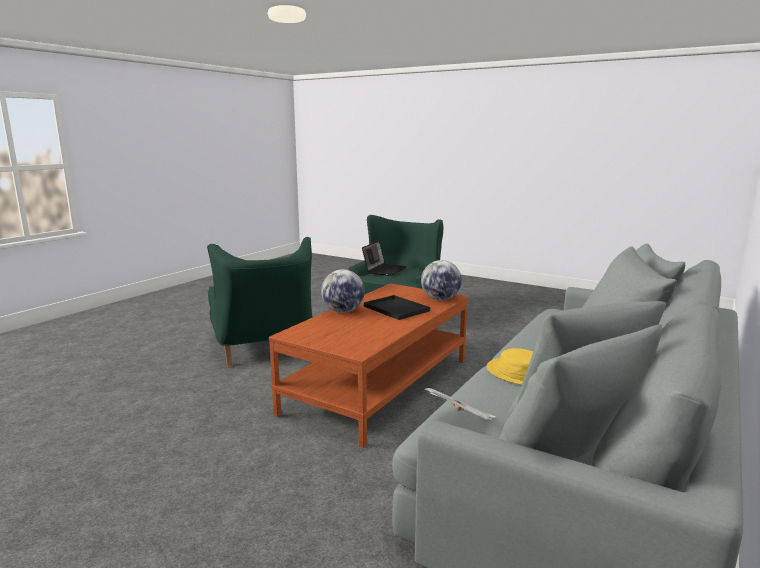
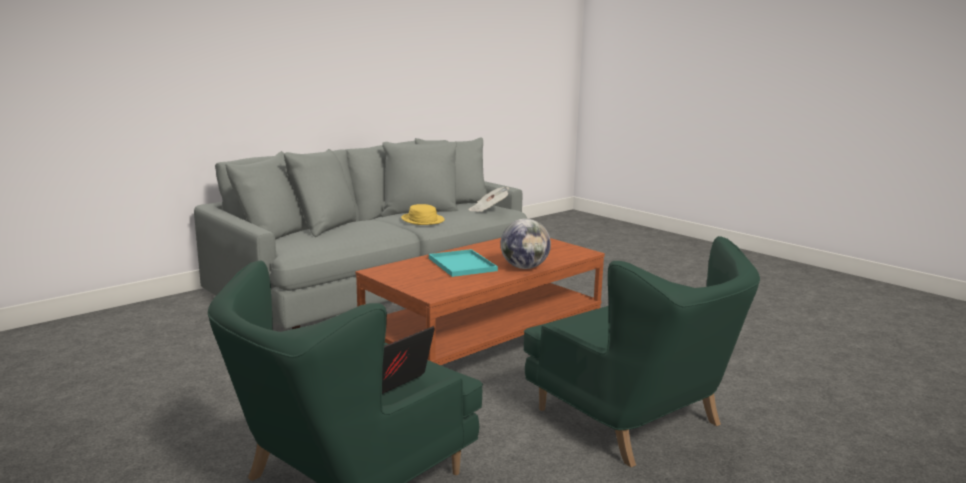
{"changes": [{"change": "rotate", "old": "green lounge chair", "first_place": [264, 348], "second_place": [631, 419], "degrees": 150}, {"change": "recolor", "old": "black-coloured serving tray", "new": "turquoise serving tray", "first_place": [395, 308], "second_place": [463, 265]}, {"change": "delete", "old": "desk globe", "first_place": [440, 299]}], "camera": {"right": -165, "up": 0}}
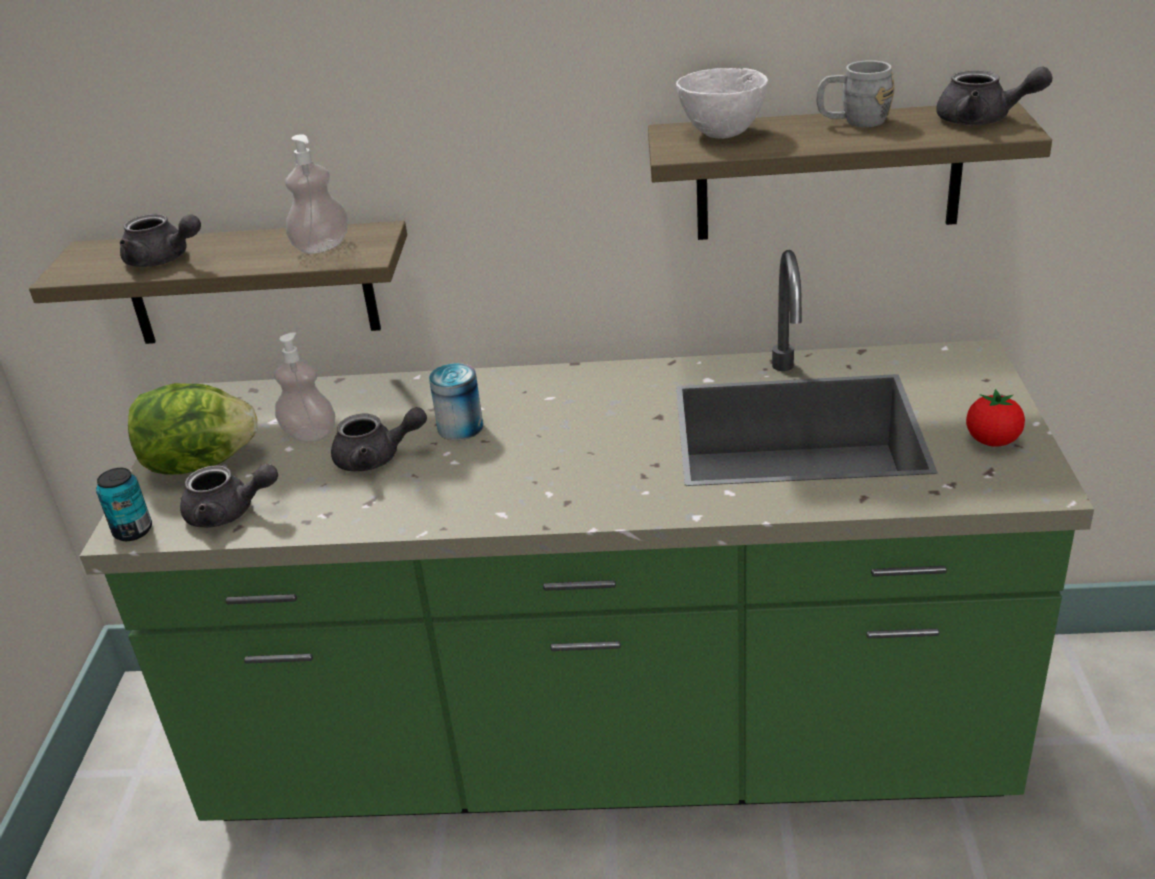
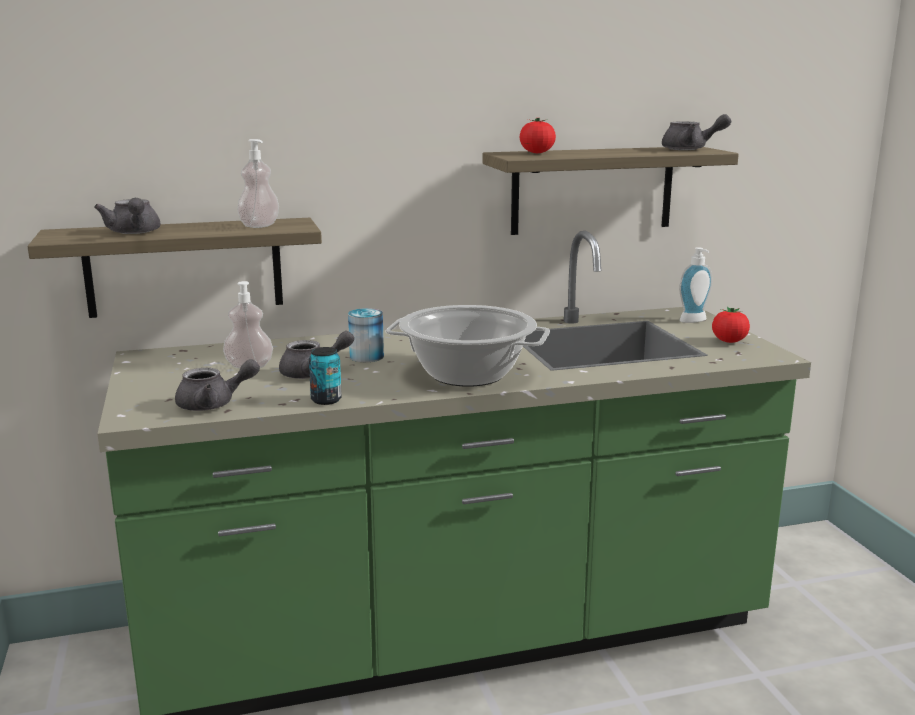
{"changes": [{"change": "move", "old": "sealed can", "first_place": [133, 531], "second_place": [326, 400]}, {"change": "rotate", "old": "gray pot for tea", "first_place": [163, 260], "second_place": [134, 233], "degrees": 60}, {"change": "delete", "old": "lettuce head", "first_place": [200, 464]}, {"change": "replace", "old": "white deep dish", "new": "whole tomato", "first_place": [721, 134], "second_place": [537, 153]}, {"change": "delete", "old": "gray mug", "first_place": [853, 122]}, {"change": "insert", "new": "saucepot", "second_place": [466, 374]}, {"change": "insert", "new": "soap bottle", "second_place": [695, 321]}], "camera": {"right": -20, "up": -15}}
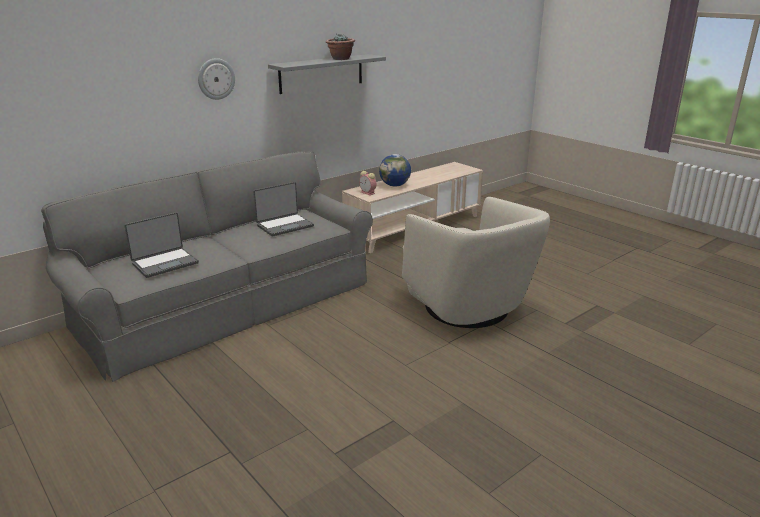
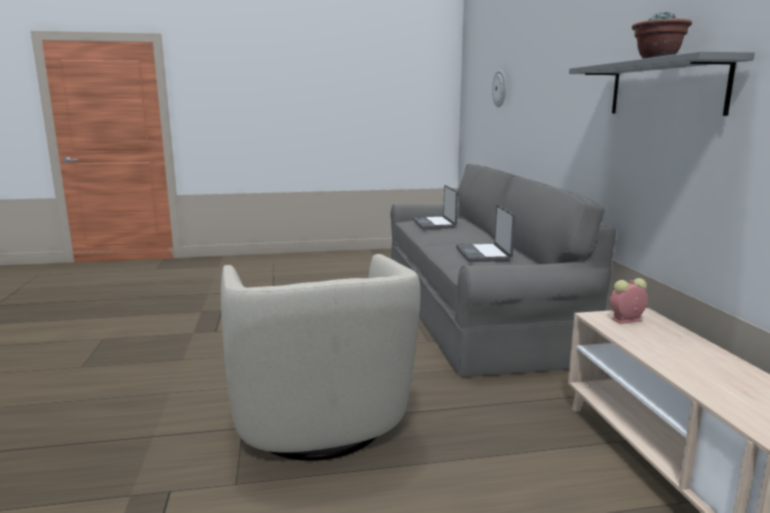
{"changes": [{"change": "move", "old": "wall clock", "first_place": [216, 79], "second_place": [500, 88]}, {"change": "delete", "old": "desk globe", "first_place": [395, 185]}, {"change": "rotate", "old": "sand-coloured lounge chair", "first_place": [467, 308], "second_place": [318, 424], "degrees": -105}], "camera": {"right": 120, "up": -10}}
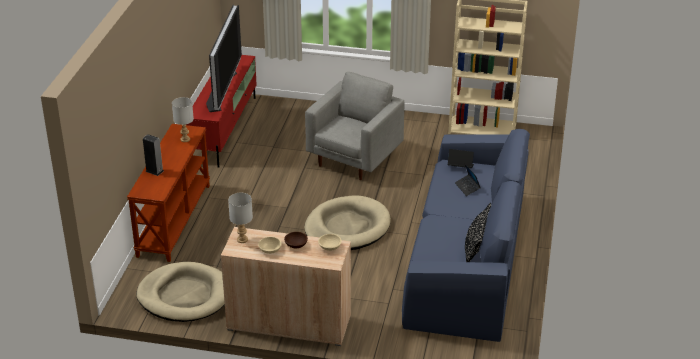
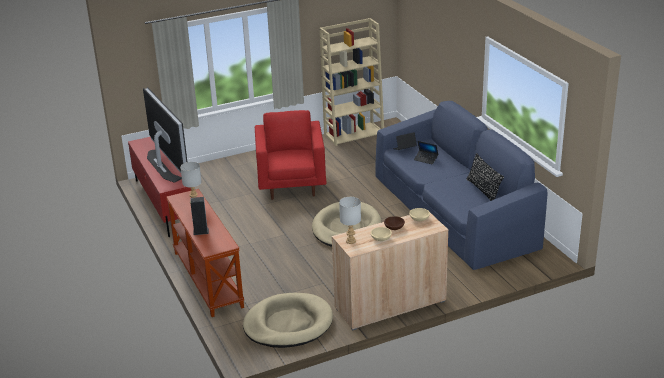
{"changes": [{"change": "recolor", "old": "gray lounge chair", "new": "reddish lounge chair", "first_place": [355, 158], "second_place": [291, 185]}], "camera": {"right": -35, "up": -5}}
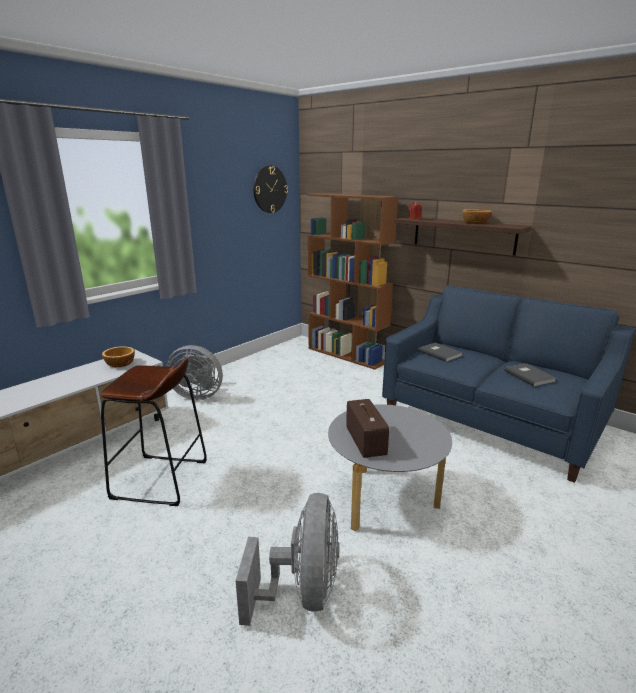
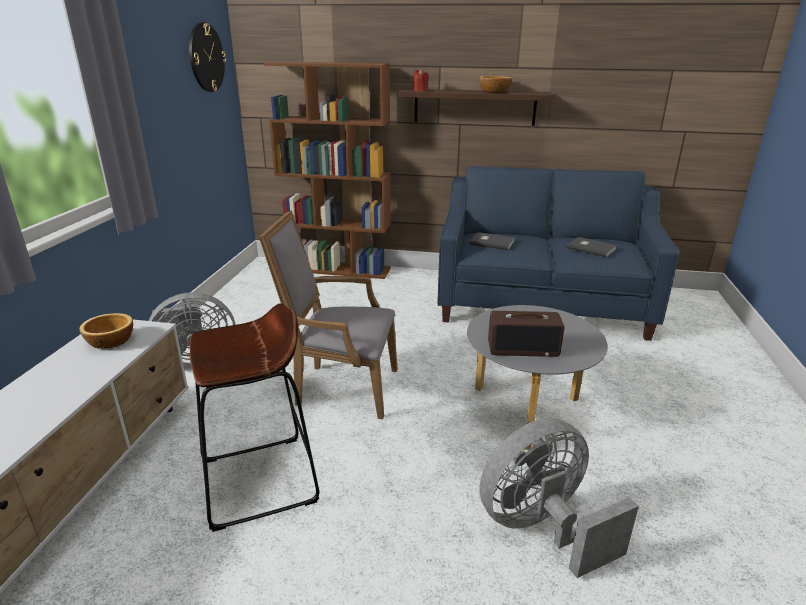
{"changes": [{"change": "rotate", "old": "gray cooling fan", "first_place": [302, 592], "second_place": [542, 528], "degrees": -90}, {"change": "rotate", "old": "radio set", "first_place": [364, 440], "second_place": [523, 348], "degrees": 135}, {"change": "insert", "new": "gray lounge chair", "second_place": [340, 387]}], "camera": {"right": -30, "up": 5}}
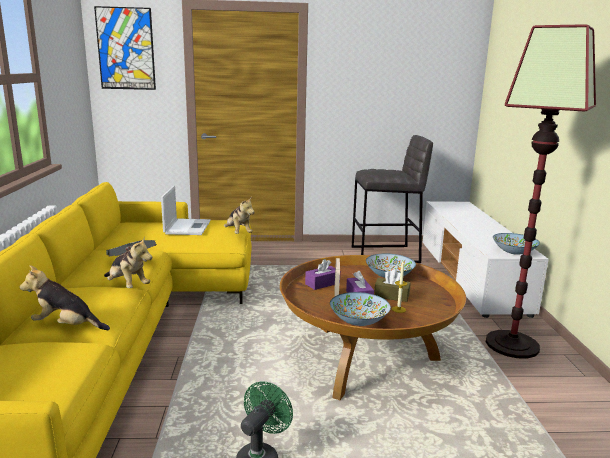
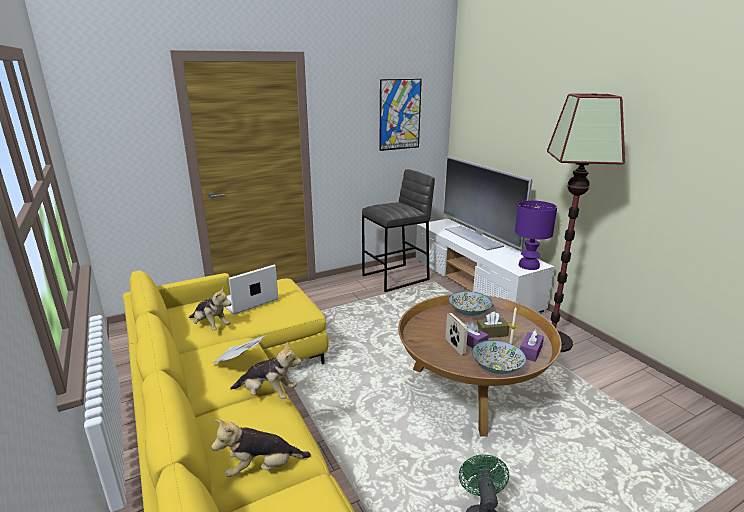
{"changes": [{"change": "move", "old": "picture", "first_place": [126, 49], "second_place": [400, 114]}, {"change": "rotate", "old": "notebook computer", "first_place": [187, 227], "second_place": [247, 301], "degrees": -105}, {"change": "move", "old": "plush toy", "first_place": [238, 233], "second_place": [211, 326]}, {"change": "move", "old": "purple-coloured tissue holder", "first_place": [322, 283], "second_place": [530, 352]}, {"change": "replace", "old": "deep dish", "new": "purple-coloured lamp for a table", "first_place": [514, 252], "second_place": [528, 265]}, {"change": "insert", "new": "TV set", "second_place": [474, 237]}], "camera": {"right": -25, "up": 5}}
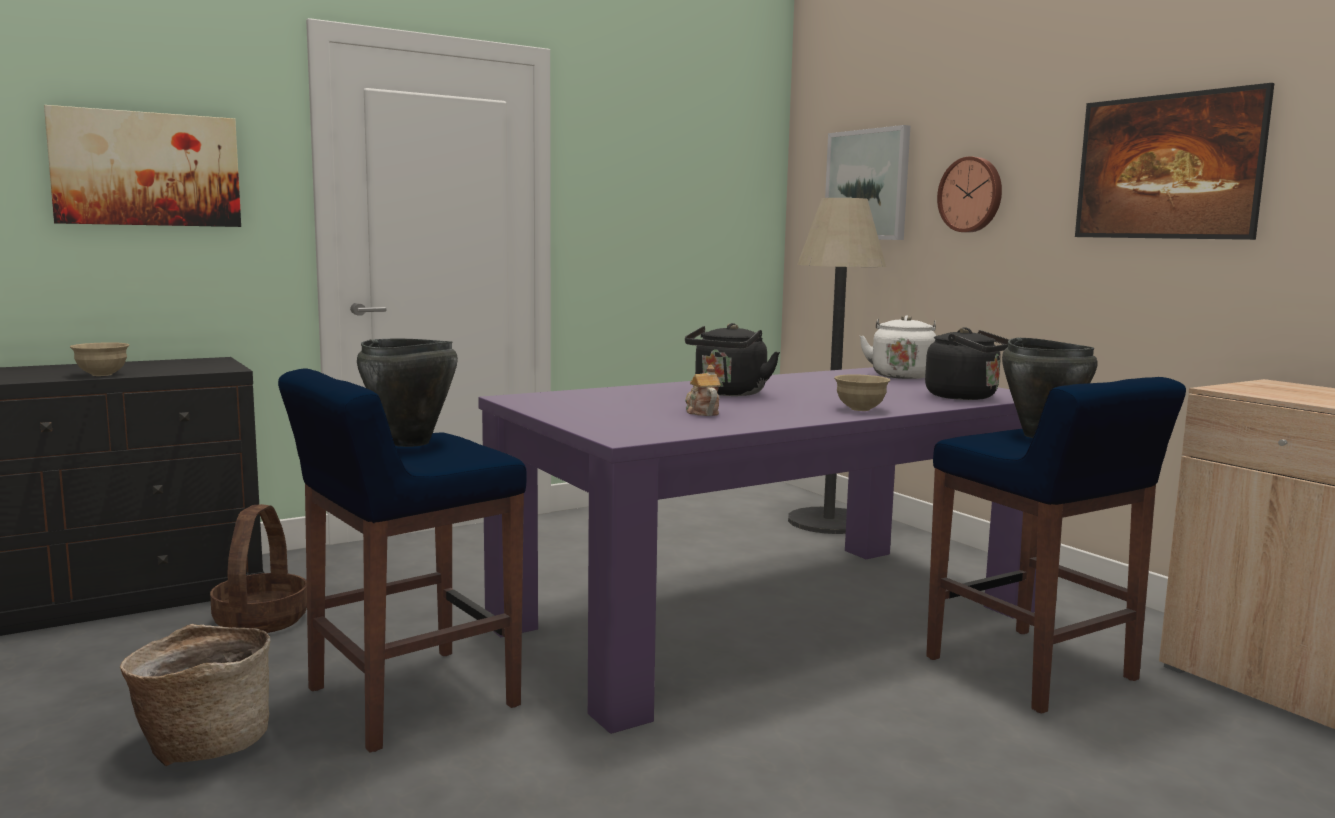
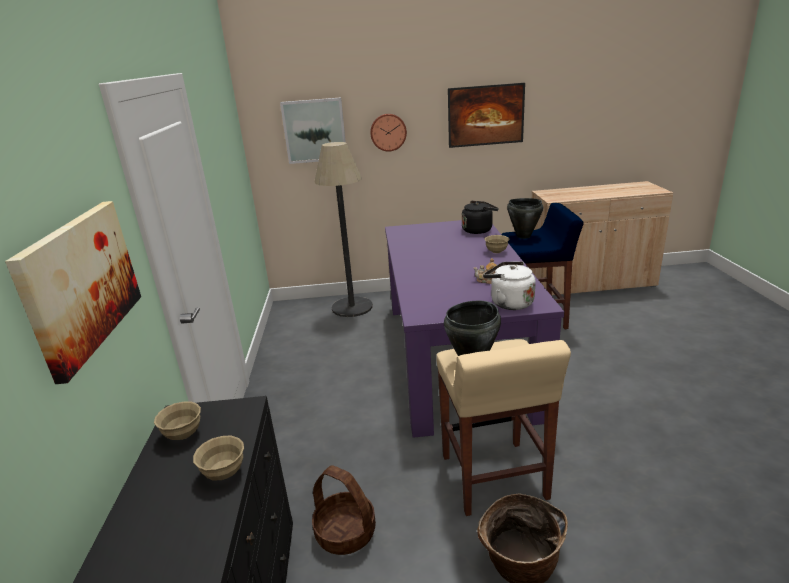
{"changes": [{"change": "recolor", "old": "bluish sitting stool", "new": "sand-coloured sitting stool", "first_place": [408, 698], "second_place": [494, 478]}, {"change": "delete", "old": "black-coloured water kettle", "first_place": [728, 393]}, {"change": "move", "old": "white water kettle", "first_place": [901, 375], "second_place": [509, 303]}, {"change": "insert", "new": "sand-coloured deep dish", "second_place": [183, 434]}], "camera": {"right": -60, "up": 15}}
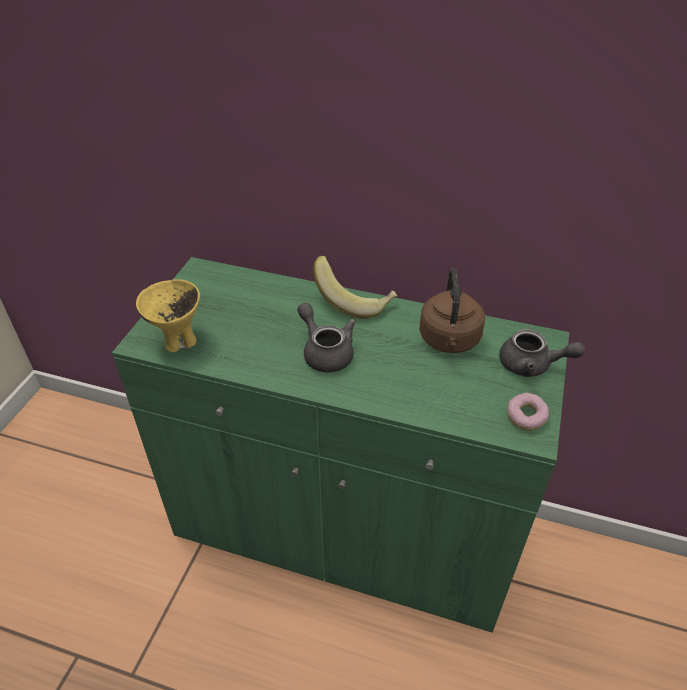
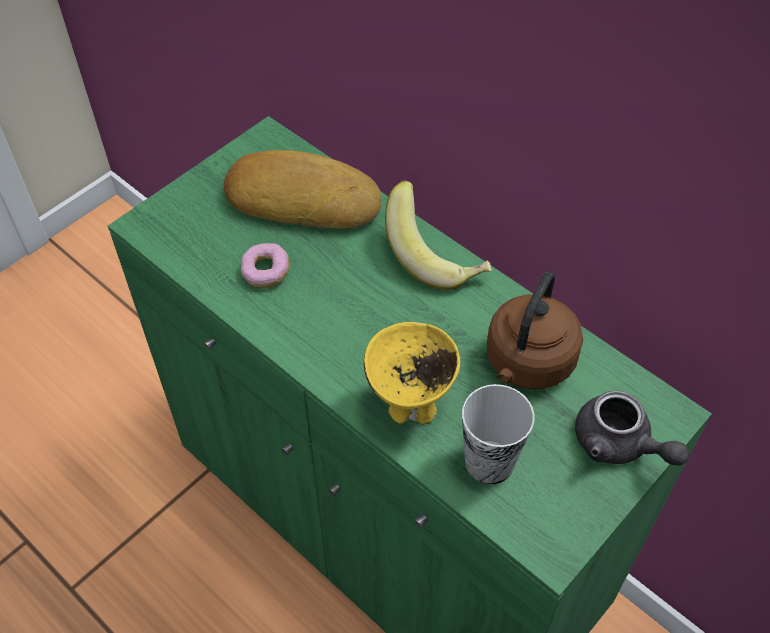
{"changes": [{"change": "move", "old": "yellow deep dish", "first_place": [179, 342], "second_place": [411, 408]}, {"change": "delete", "old": "gray pot for tea", "first_place": [325, 352]}, {"change": "move", "old": "donut", "first_place": [525, 417], "second_place": [266, 272]}, {"change": "insert", "new": "baked bread", "second_place": [303, 198]}, {"change": "insert", "new": "small cup", "second_place": [489, 462]}], "camera": {"right": 25, "up": 10}}
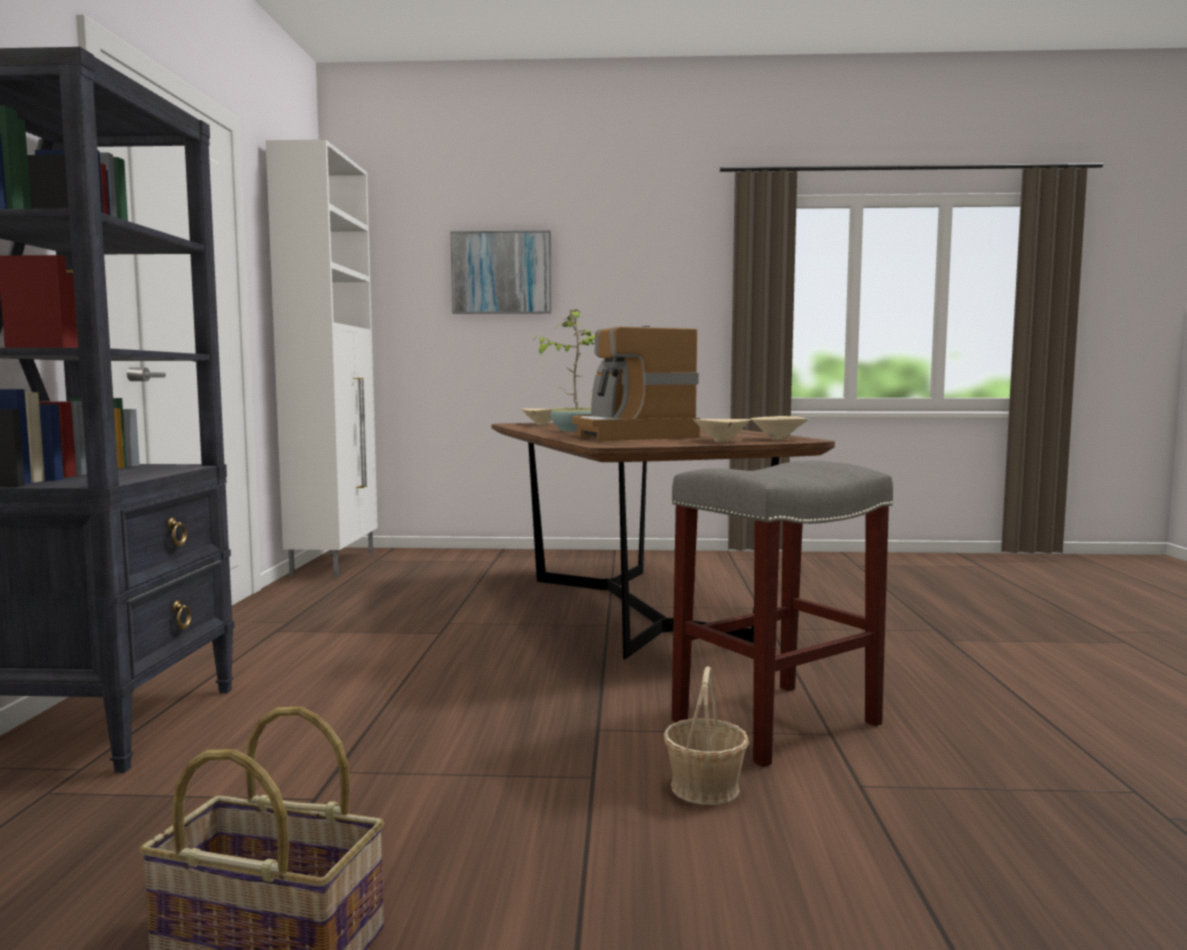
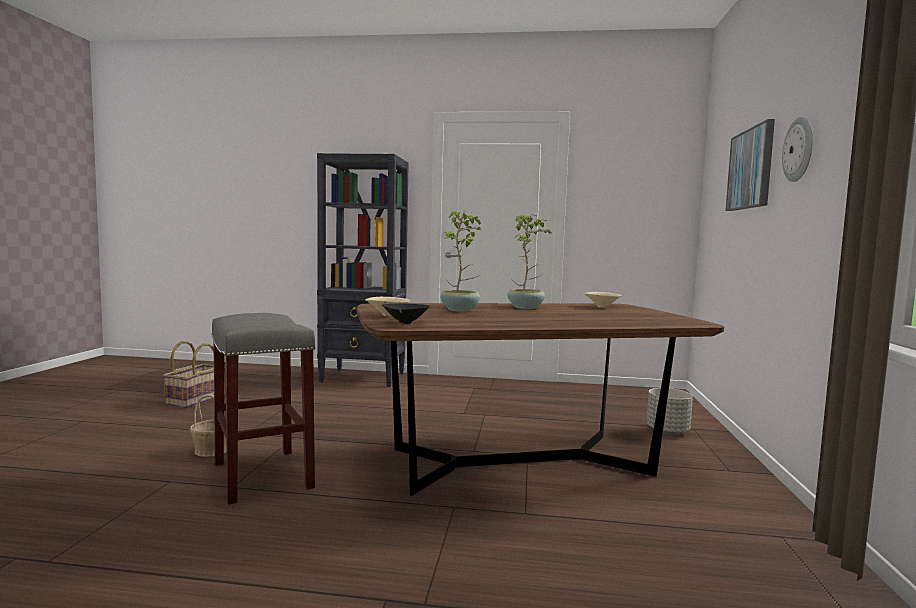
{"changes": [{"change": "delete", "old": "white storage cabinet", "first_place": [335, 563]}, {"change": "replace", "old": "coffee machine", "new": "potted plant", "first_place": [628, 435], "second_place": [461, 310]}, {"change": "recolor", "old": "sand-coloured deep dish", "new": "black-coloured deep dish", "first_place": [780, 439], "second_place": [405, 324]}, {"change": "insert", "new": "gray plant pot", "second_place": [668, 431]}, {"change": "insert", "new": "wall clock", "second_place": [799, 149]}], "camera": {"right": 95, "up": 0}}
